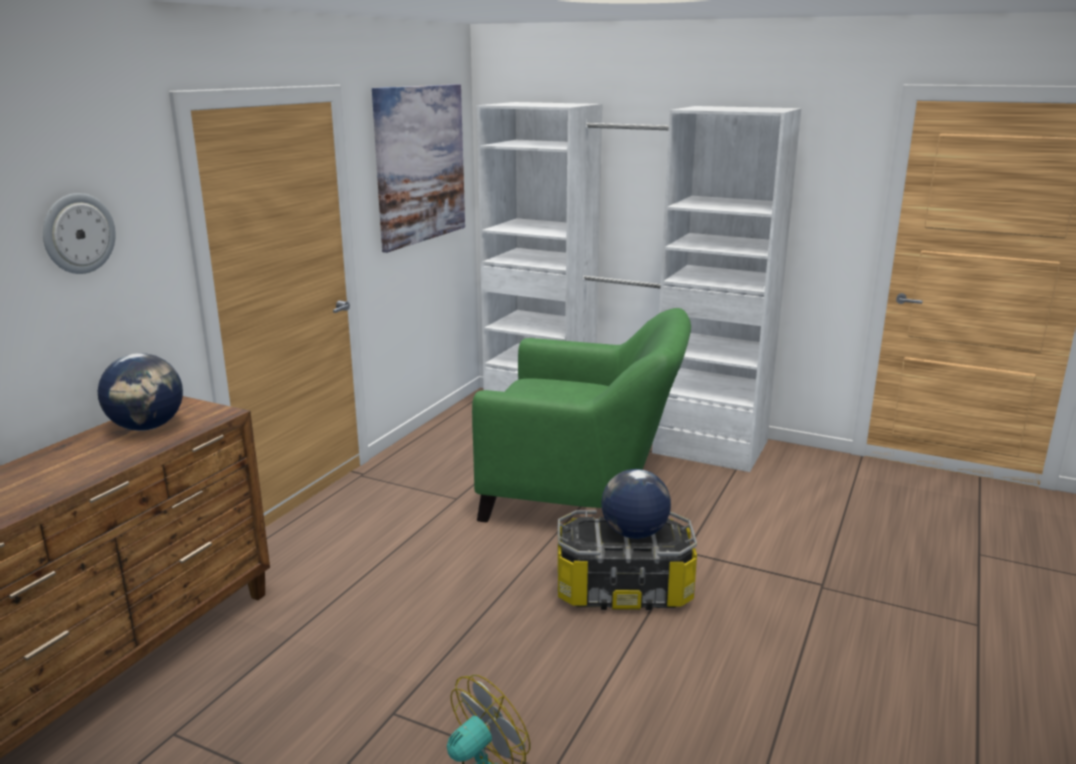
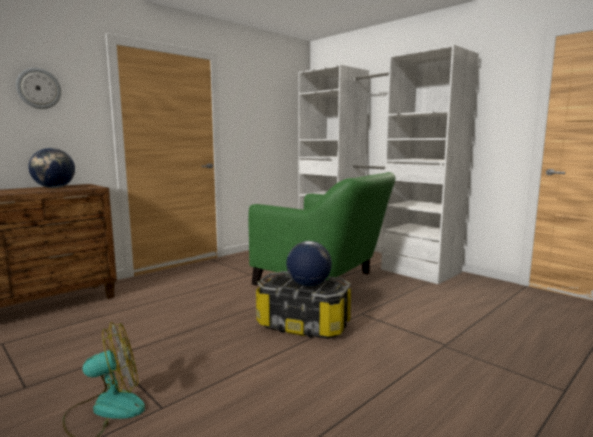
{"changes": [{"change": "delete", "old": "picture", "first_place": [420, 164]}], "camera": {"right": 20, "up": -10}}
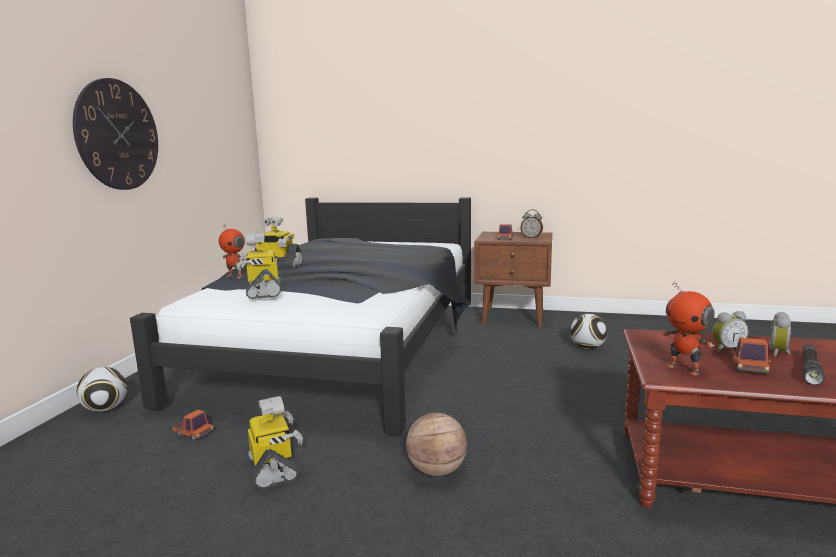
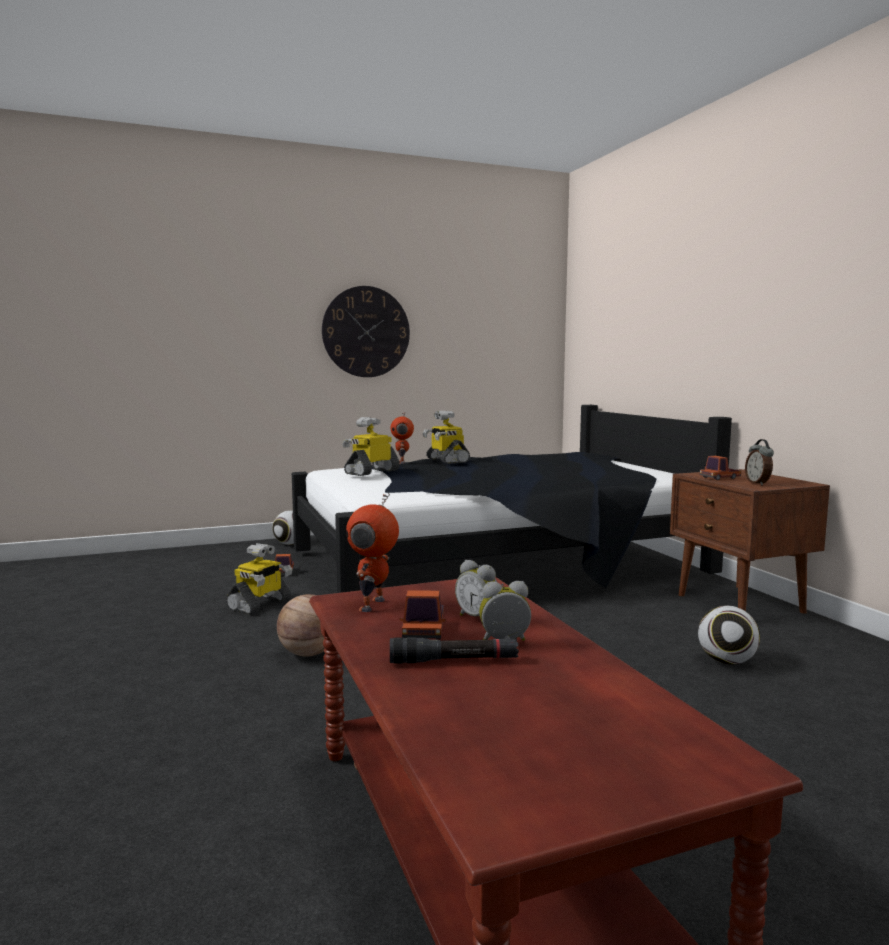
{"changes": [{"change": "rotate", "old": "model truck", "first_place": [748, 366], "second_place": [423, 630], "degrees": -75}], "camera": {"right": 55, "up": -5}}
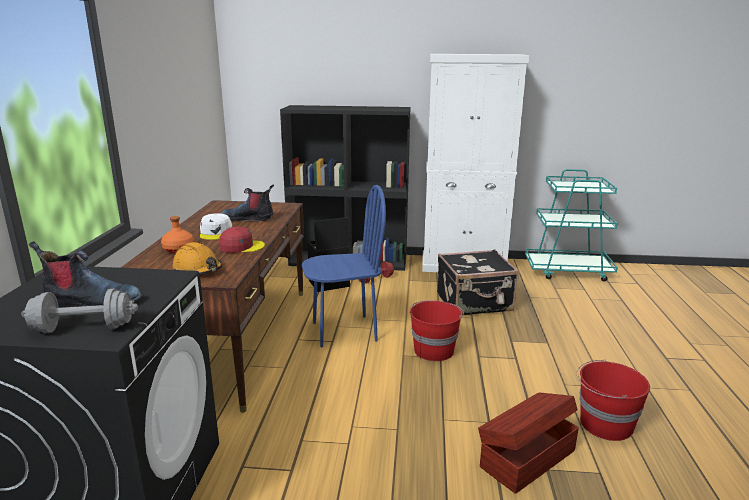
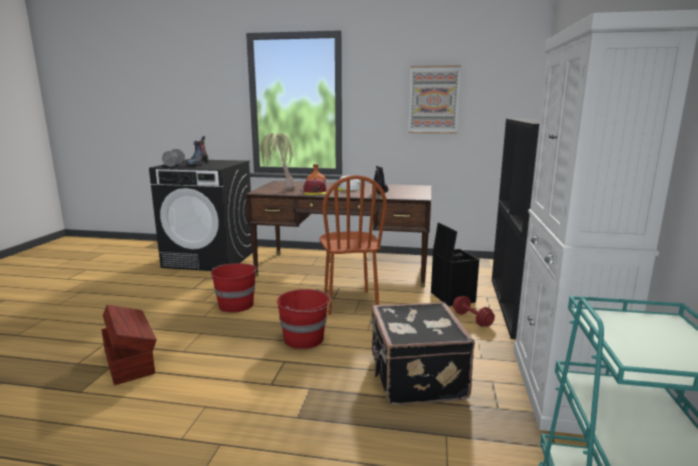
{"changes": [{"change": "replace", "old": "orange-coloured safety helmet", "new": "potted plant", "first_place": [198, 269], "second_place": [279, 188]}, {"change": "recolor", "old": "bluish chair", "new": "brown-coloured chair", "first_place": [344, 331], "second_place": [349, 302]}, {"change": "move", "old": "reddish water bucket", "first_place": [604, 424], "second_place": [236, 304]}, {"change": "insert", "new": "picture", "second_place": [433, 100]}], "camera": {"right": 95, "up": -5}}
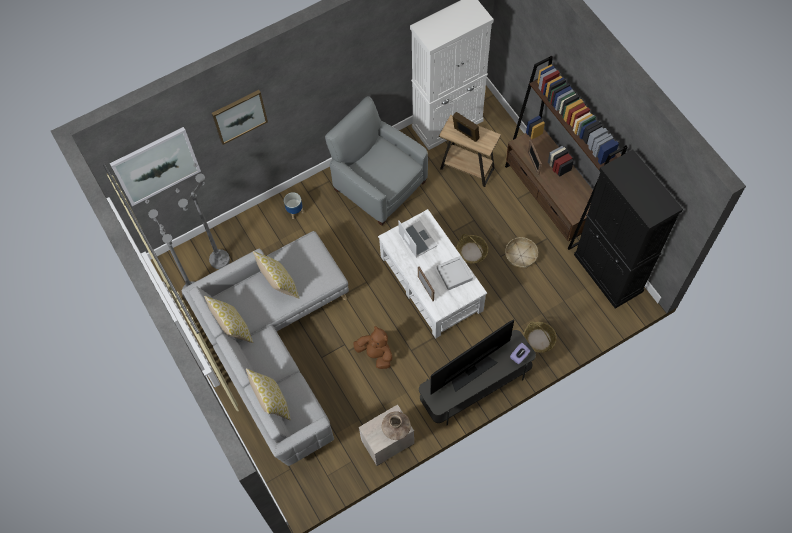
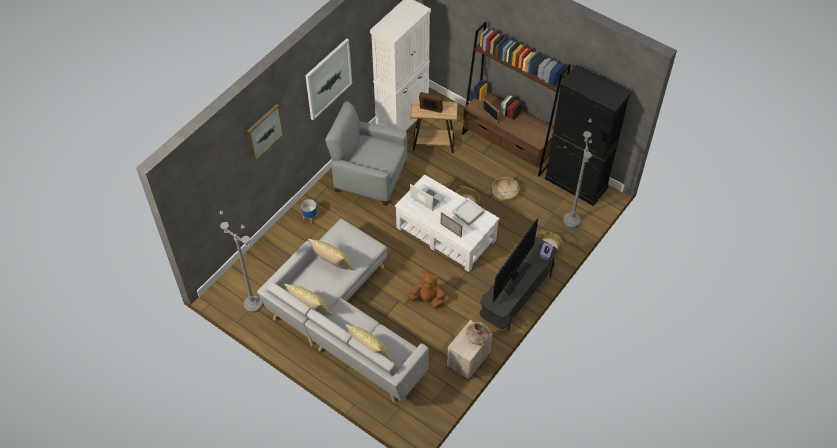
{"changes": [{"change": "move", "old": "picture", "first_place": [156, 166], "second_place": [328, 79]}, {"change": "move", "old": "gray floor lamp", "first_place": [219, 259], "second_place": [571, 221]}], "camera": {"right": -25, "up": -10}}
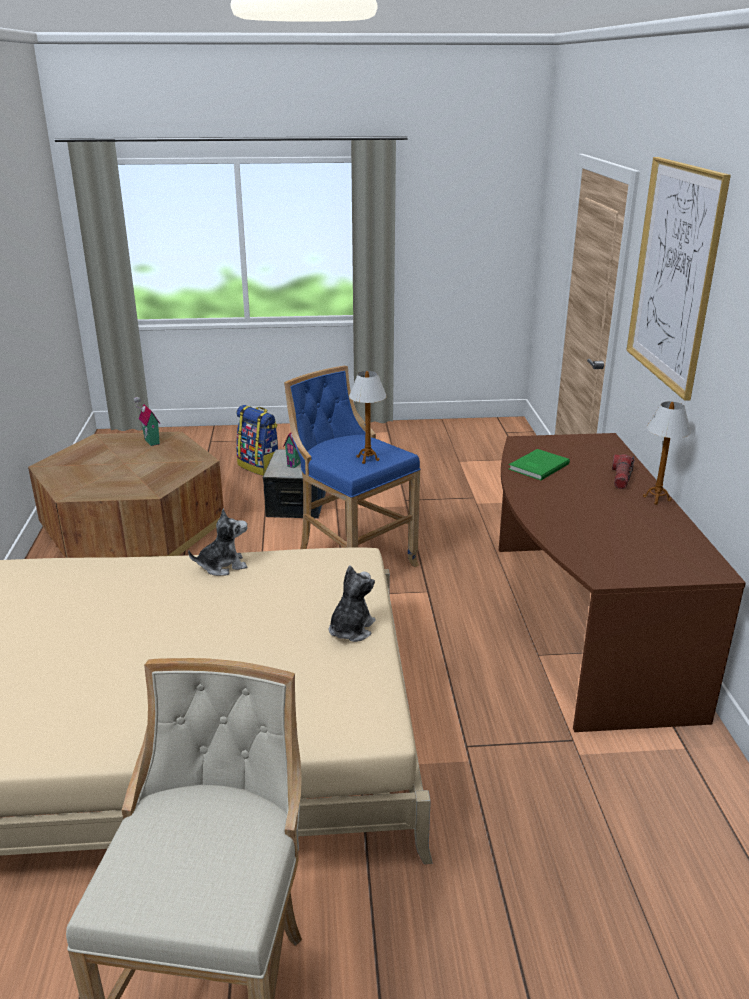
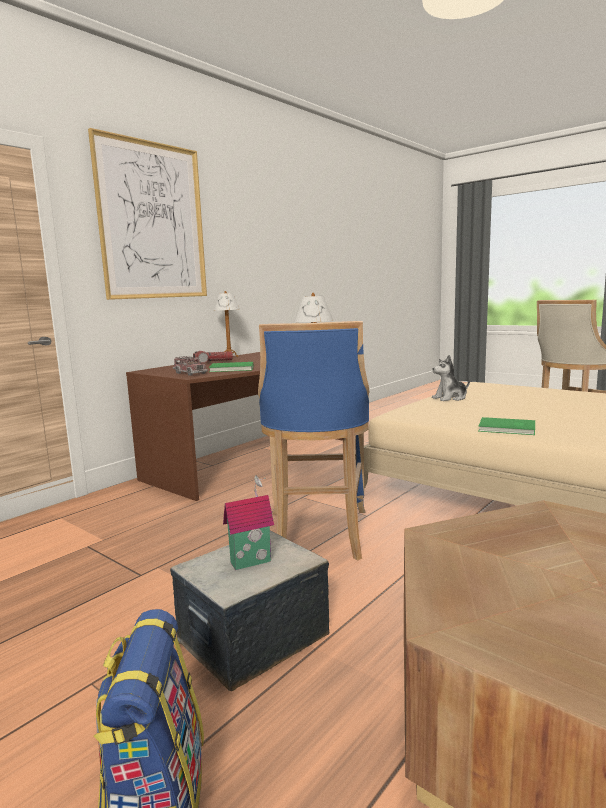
{"changes": [{"change": "delete", "old": "model house", "first_place": [150, 442]}, {"change": "replace", "old": "plush toy", "new": "green bound book", "first_place": [222, 566], "second_place": [507, 428]}, {"change": "insert", "new": "model truck", "second_place": [190, 373]}], "camera": {"right": -135, "up": -15}}
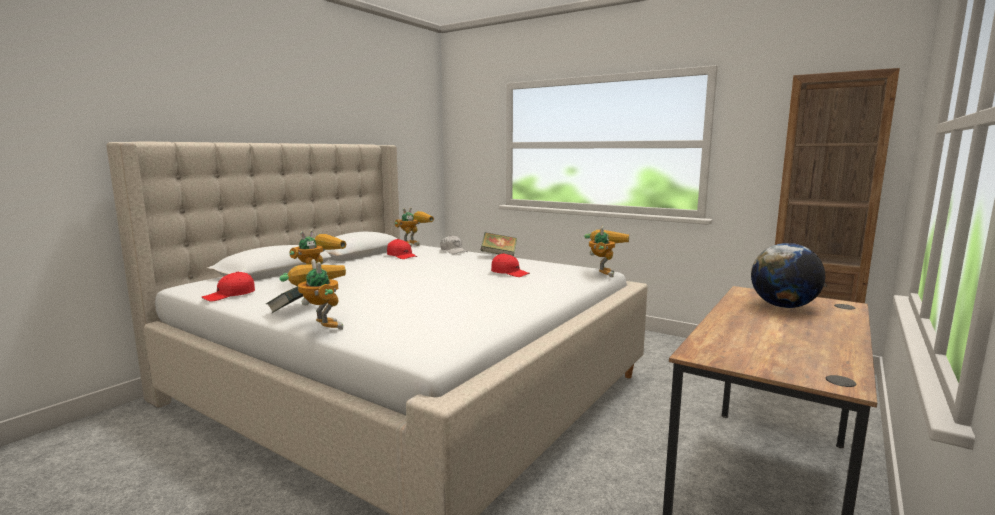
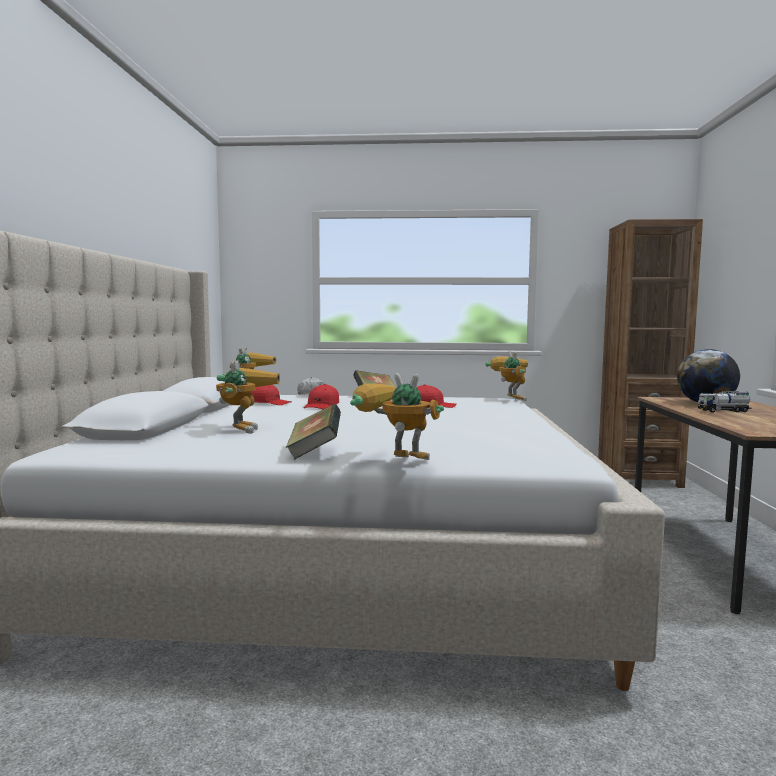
{"changes": [{"change": "move", "old": "reddish peaked cap", "first_place": [230, 295], "second_place": [321, 406]}, {"change": "insert", "new": "model truck", "second_place": [724, 411]}], "camera": {"right": -30, "up": -5}}
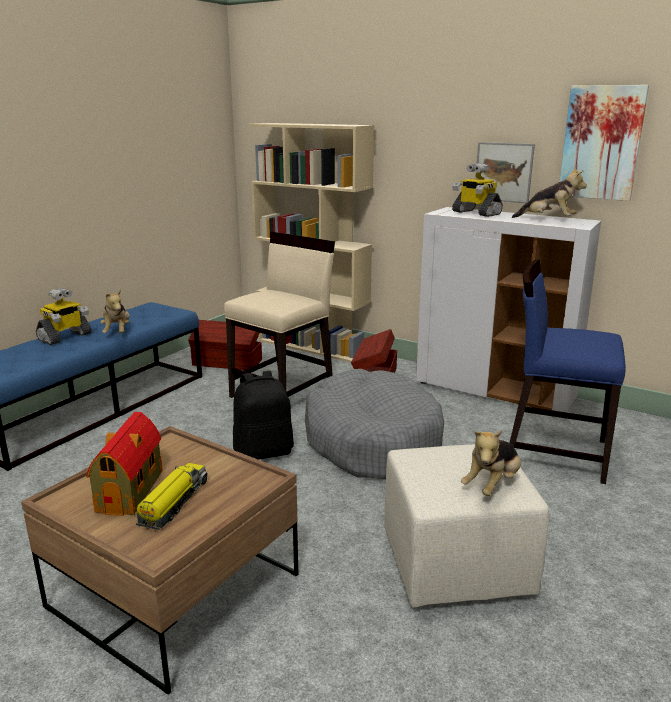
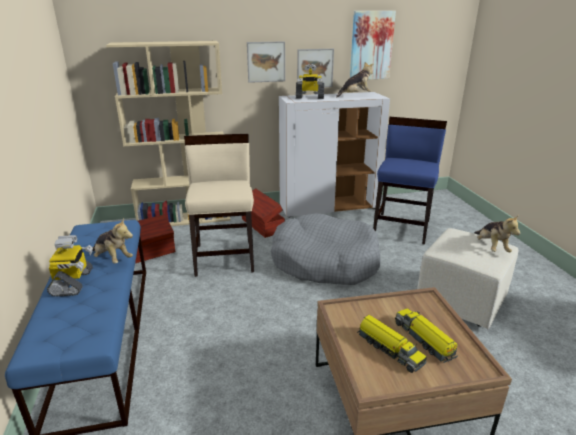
{"changes": [{"change": "replace", "old": "model house", "new": "model truck", "first_place": [131, 490], "second_place": [389, 349]}, {"change": "delete", "old": "black-coloured rucksack", "first_place": [264, 452]}, {"change": "rotate", "old": "bluish chair", "first_place": [554, 452], "second_place": [402, 227], "degrees": 135}, {"change": "insert", "new": "picture", "second_place": [266, 62]}], "camera": {"right": -45, "up": 5}}
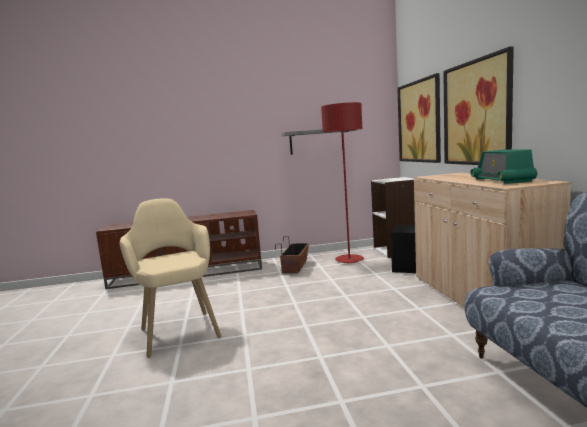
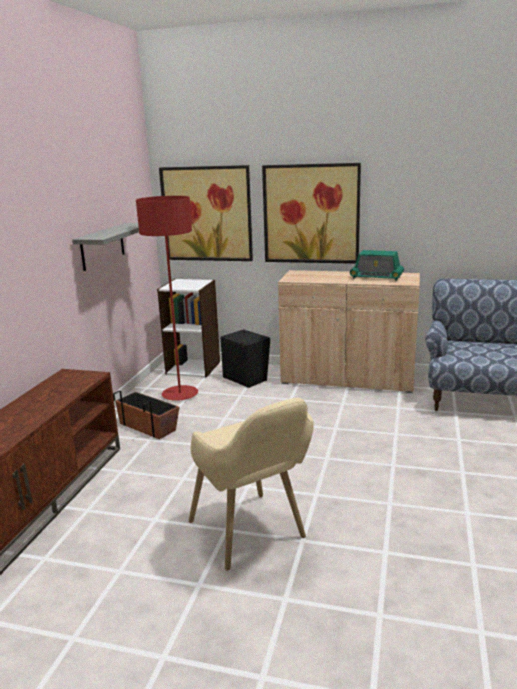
{"changes": [{"change": "rotate", "old": "sand-coloured lounge chair", "first_place": [178, 328], "second_place": [253, 538], "degrees": -120}], "camera": {"right": -65, "up": 10}}
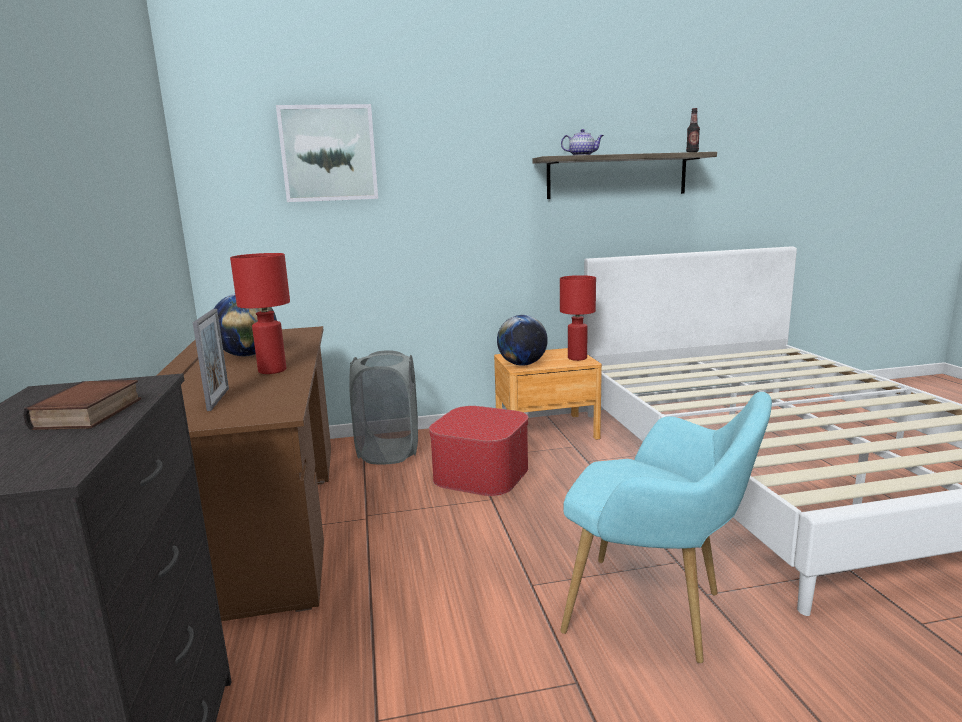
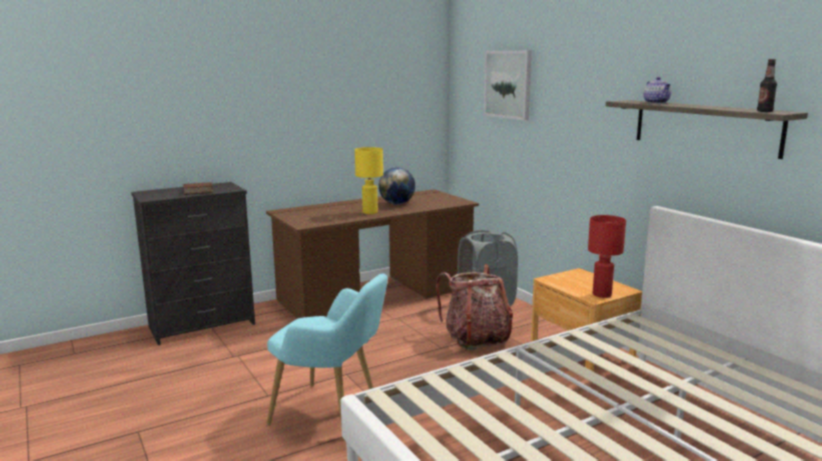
{"changes": [{"change": "delete", "old": "standing frame", "first_place": [218, 399]}, {"change": "recolor", "old": "reddish lamp for a table", "new": "yellow lamp for a table", "first_place": [272, 371], "second_place": [369, 212]}, {"change": "replace", "old": "footrest", "new": "rucksack", "first_place": [481, 474], "second_place": [476, 338]}, {"change": "delete", "old": "desk globe", "first_place": [522, 364]}, {"change": "rotate", "old": "turquoise lounge chair", "first_place": [655, 613], "second_place": [332, 414], "degrees": -75}], "camera": {"right": 70, "up": 0}}
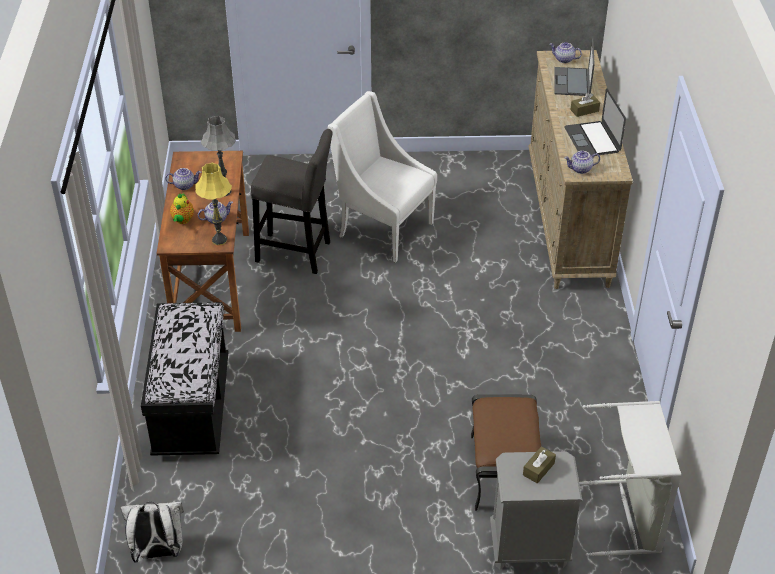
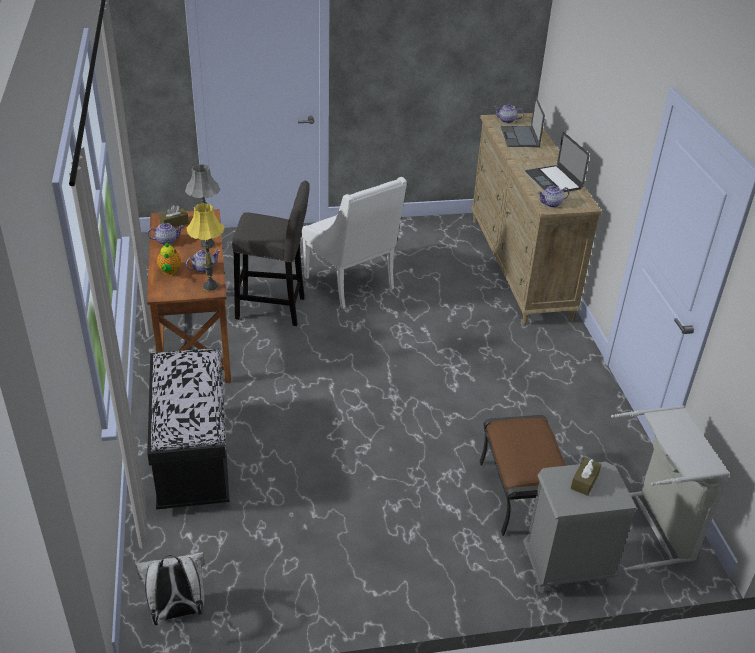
{"changes": [{"change": "rotate", "old": "white lounge chair", "first_place": [382, 229], "second_place": [352, 284], "degrees": -150}, {"change": "move", "old": "brown-coloured tissue holder", "first_place": [584, 110], "second_place": [174, 223]}], "camera": {"right": -10, "up": -5}}
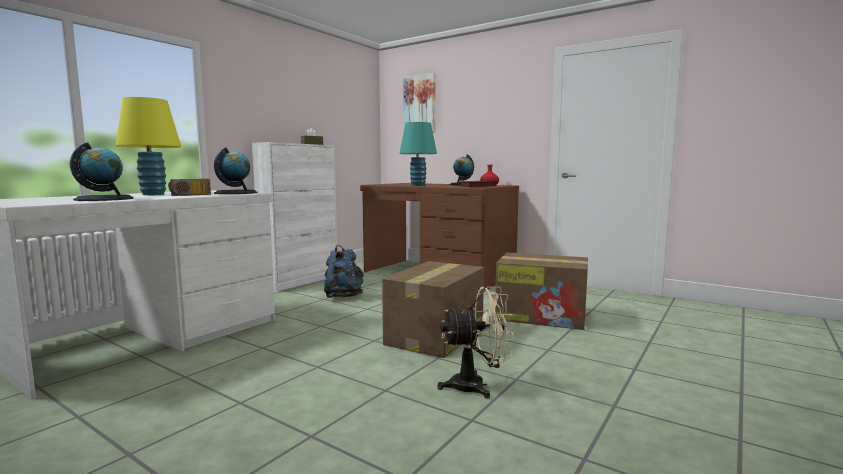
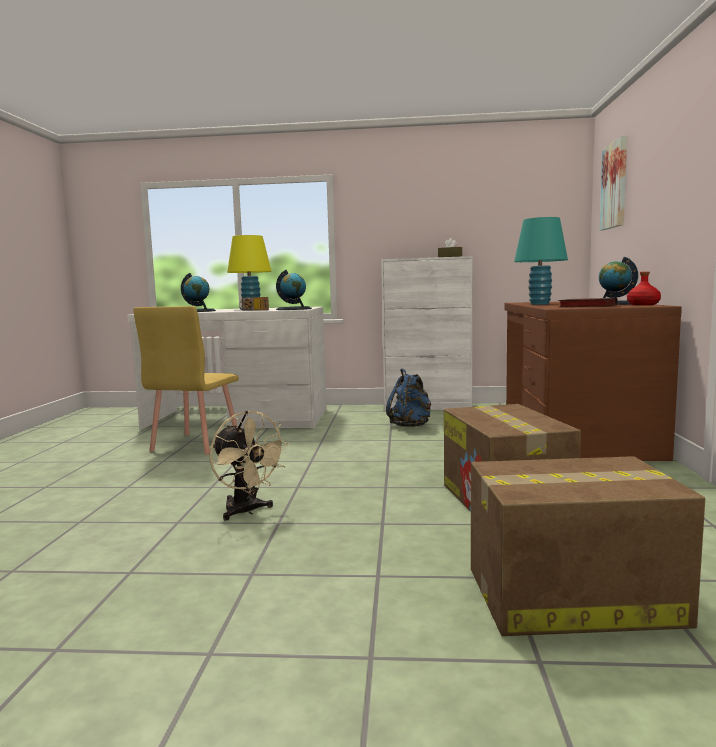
{"changes": [{"change": "move", "old": "packing box", "first_place": [434, 336], "second_place": [569, 596]}, {"change": "insert", "new": "yellow chair", "second_place": [195, 444]}], "camera": {"right": 60, "up": 0}}
